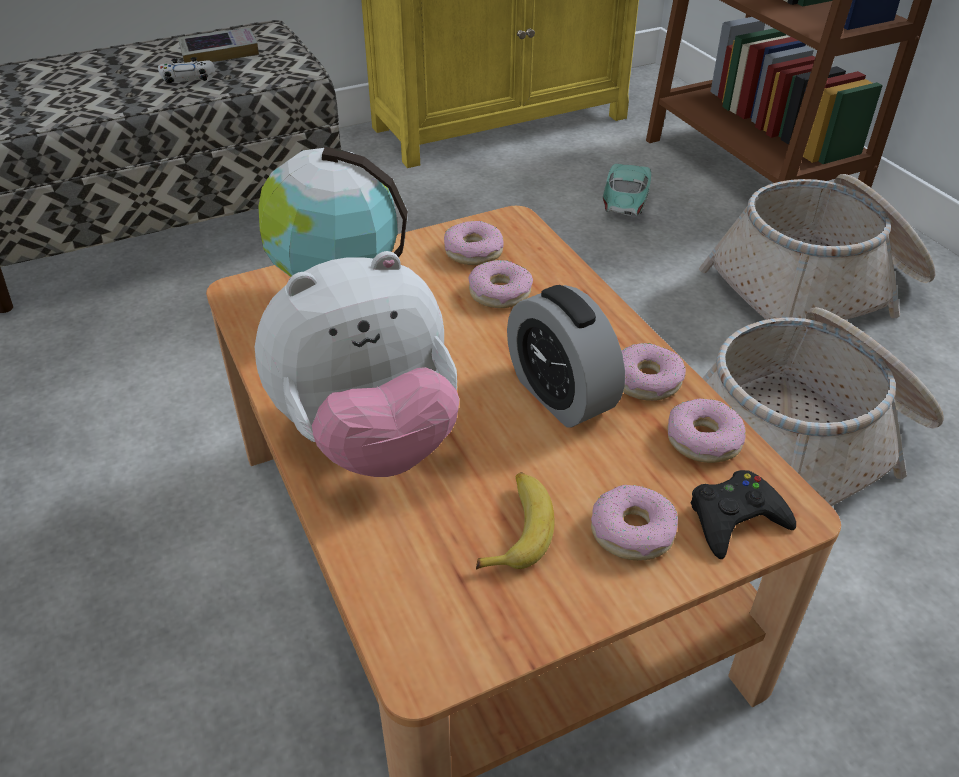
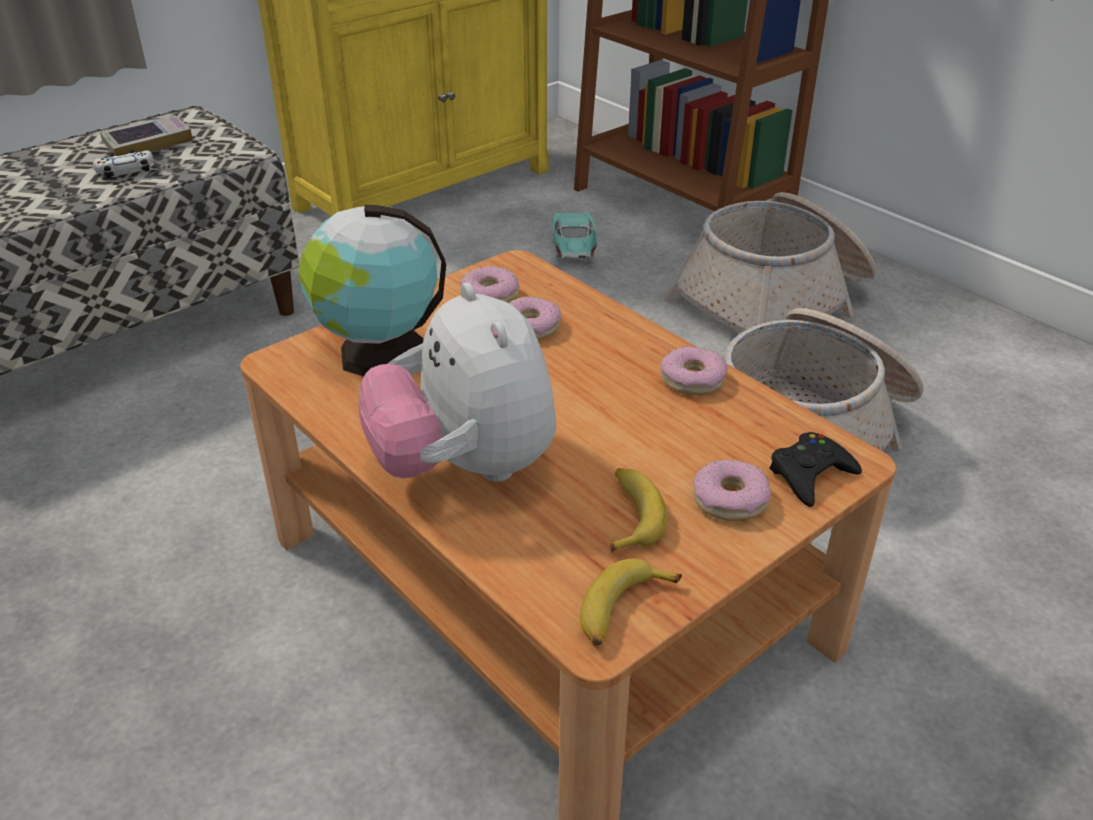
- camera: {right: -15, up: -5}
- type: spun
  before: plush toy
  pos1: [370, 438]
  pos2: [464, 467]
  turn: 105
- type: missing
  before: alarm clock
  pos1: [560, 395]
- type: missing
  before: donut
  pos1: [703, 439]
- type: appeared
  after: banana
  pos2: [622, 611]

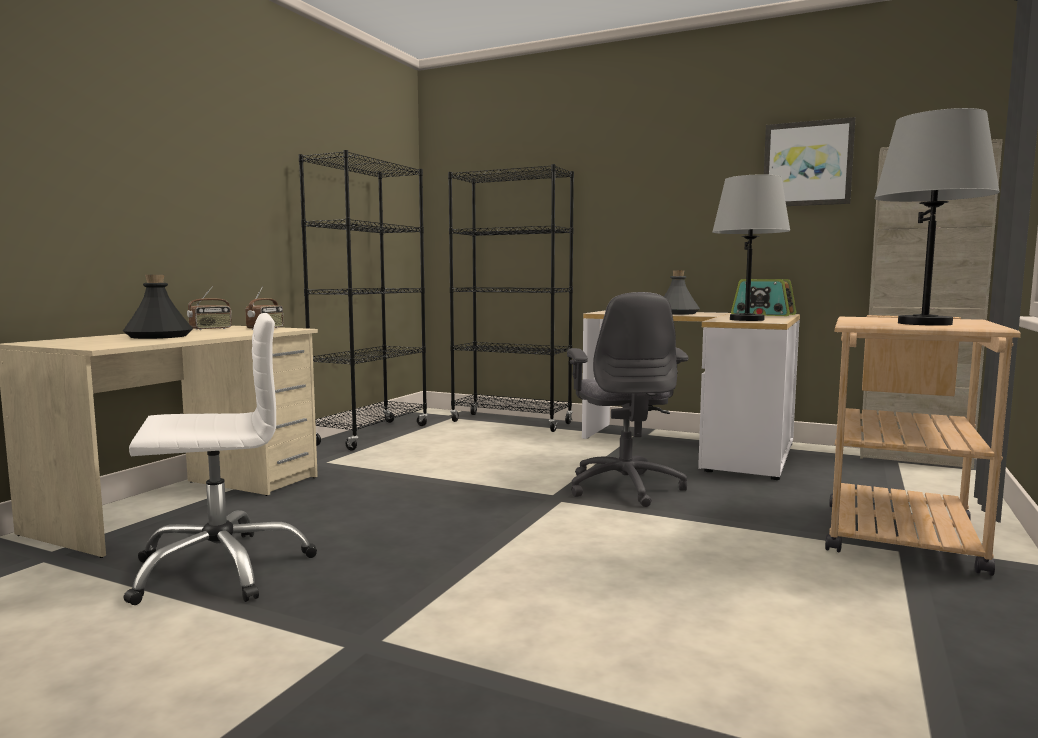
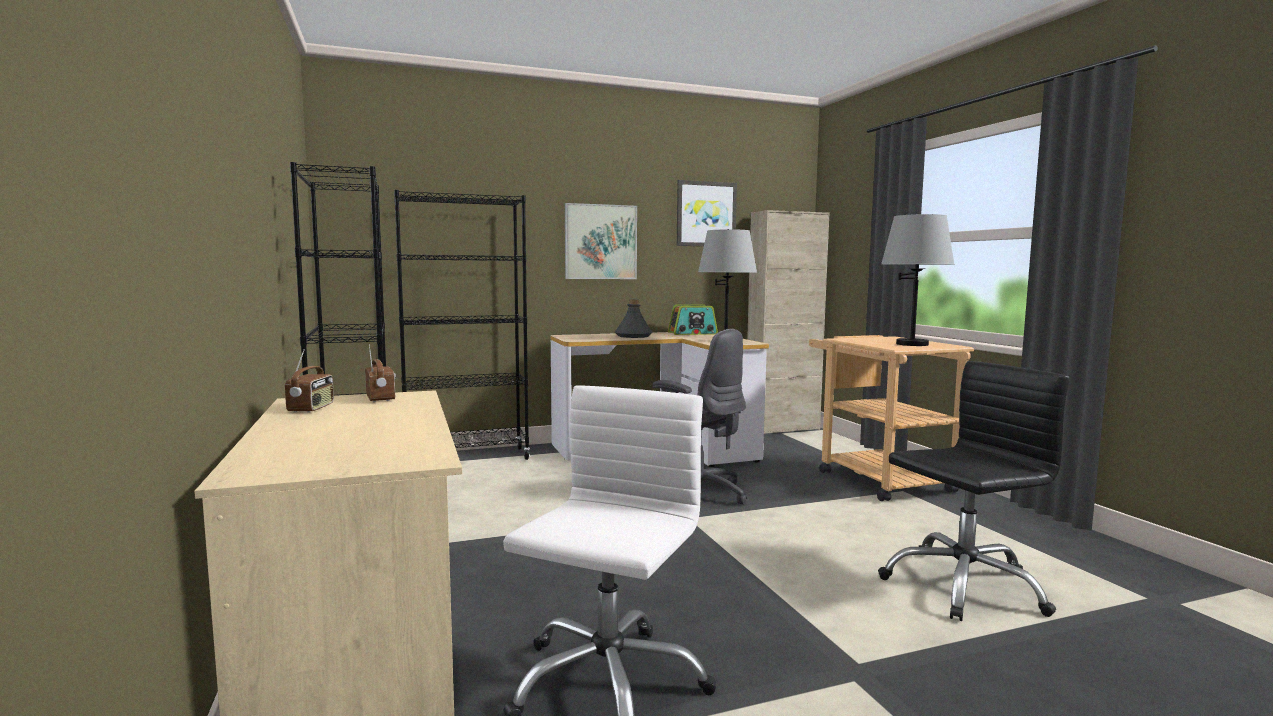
- camera: {right: -45, up: 0}
- type: missing
  before: bottle in black
  pos1: [158, 336]
- type: appeared
  after: picture
  pos2: [600, 242]
- type: appeared
  after: office chair in black
  pos2: [963, 585]

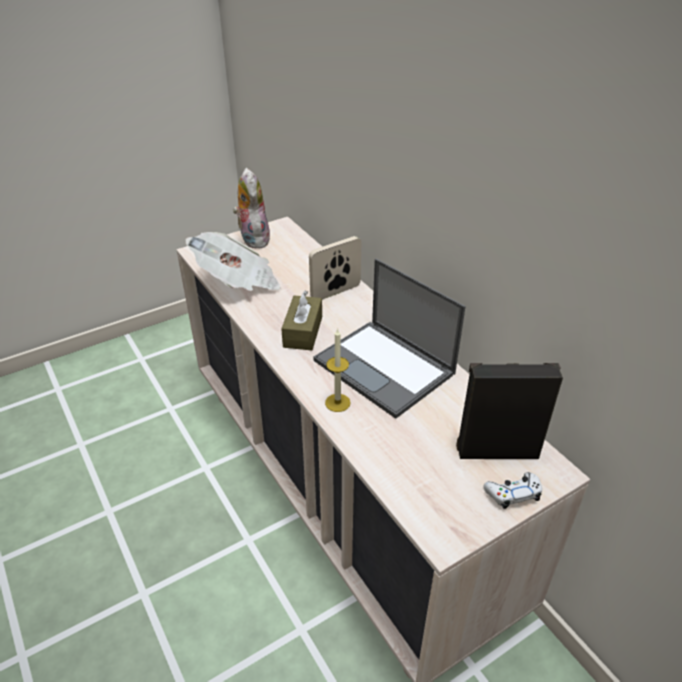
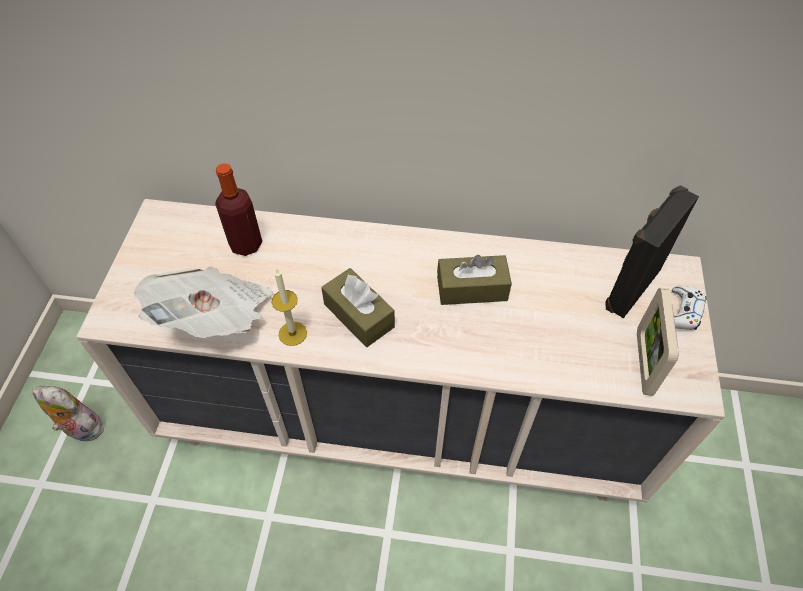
- camera: {right: -50, up: 15}
- type: relocated
  before: plush toy
  pos1: [252, 239]
  pos2: [81, 429]
- type: relocated
  before: picture frame
  pos1: [335, 292]
  pos2: [643, 362]
- type: exchanged
  before: laptop
  after: tissue box in brown
  pos1: [385, 367]
  pos2: [472, 288]
- type: relocated
  before: candle
  pos1: [337, 402]
  pos2: [292, 333]
- type: appeared
  after: bottle
  pos2: [246, 244]

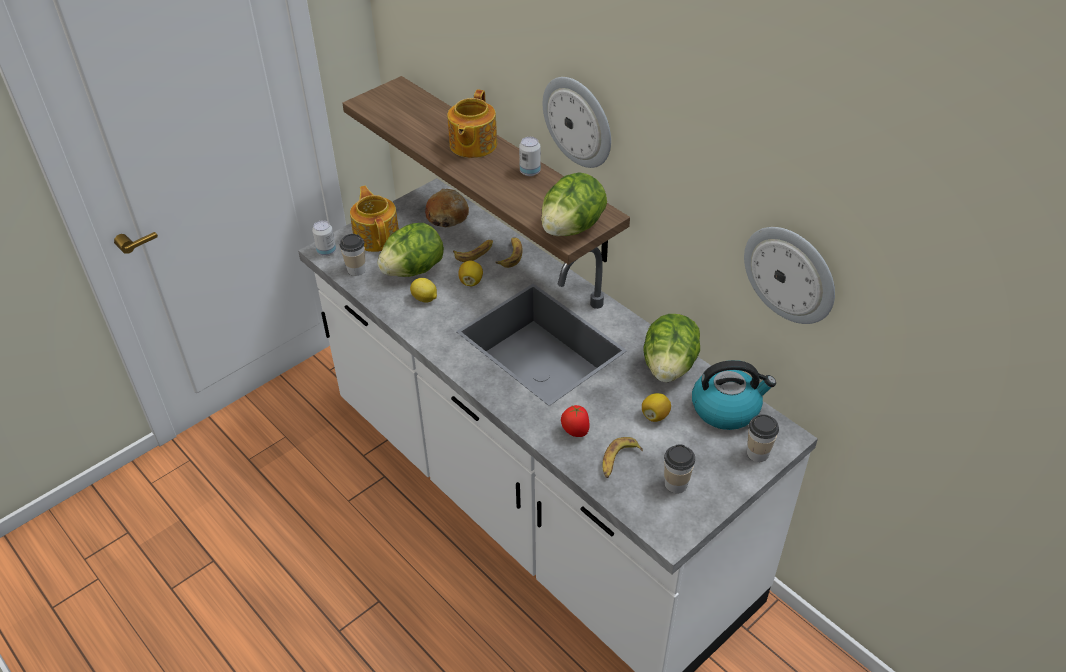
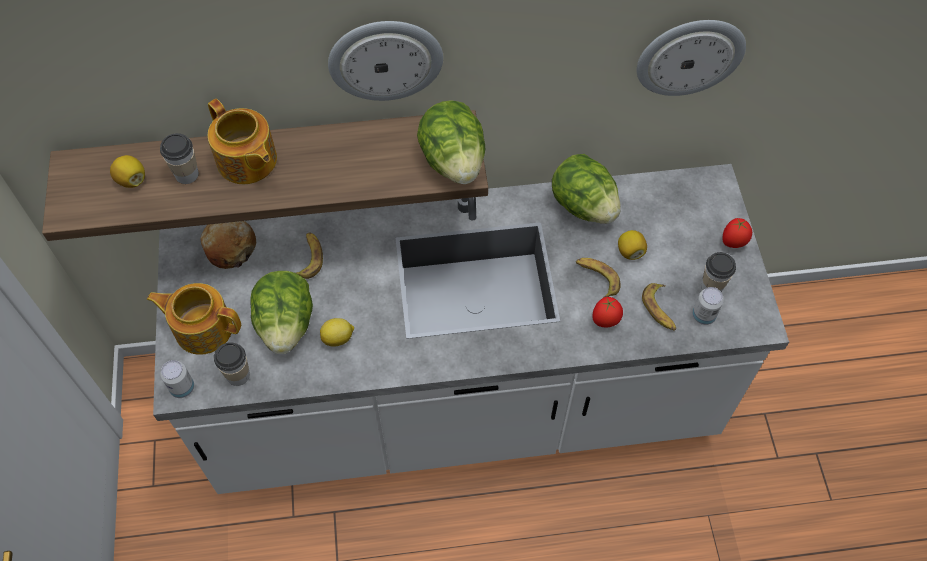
- camera: {right: -55, up: 15}
- type: relocated
  before: lemon
  pos1: [471, 282]
  pos2: [131, 180]
- type: relocated
  before: banana
  pos1: [511, 255]
  pos2: [597, 278]
- type: relocated
  before: can
  pos1: [530, 172]
  pos2: [703, 316]
- type: missing
  before: kettle
  pos1: [726, 408]
- type: relocated
  before: cup
  pos1: [757, 453]
  pos2: [187, 174]
- type: appeared
  after: tomato
  pos2: [733, 242]

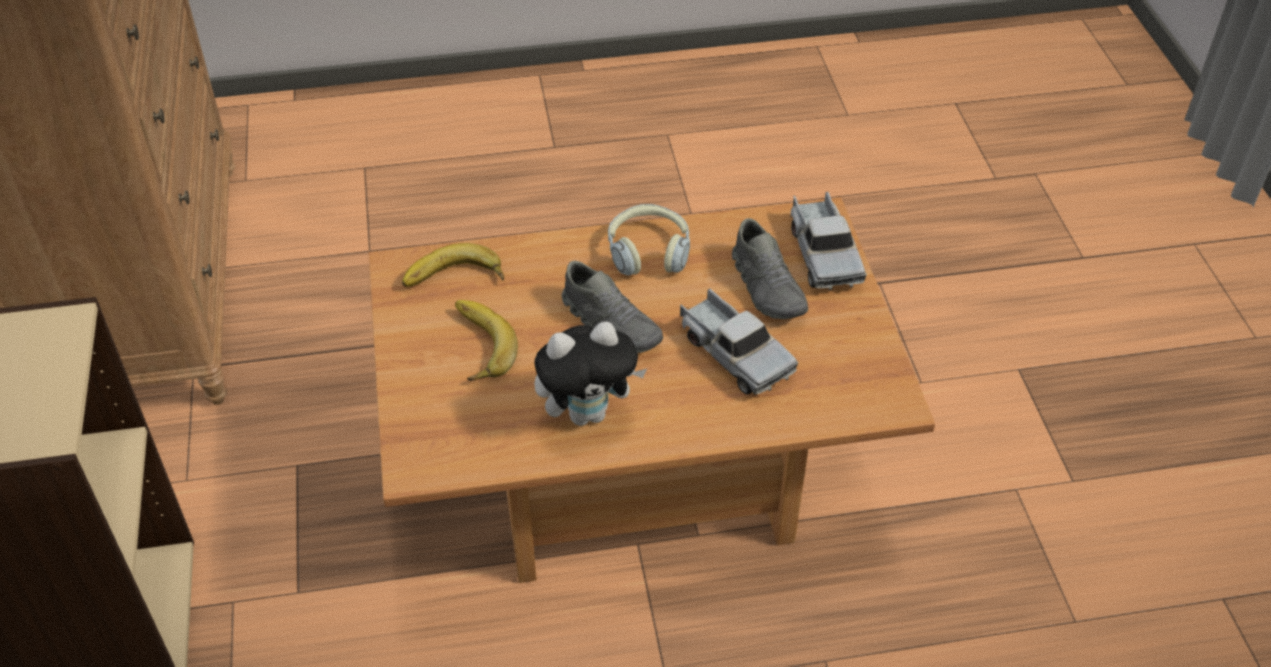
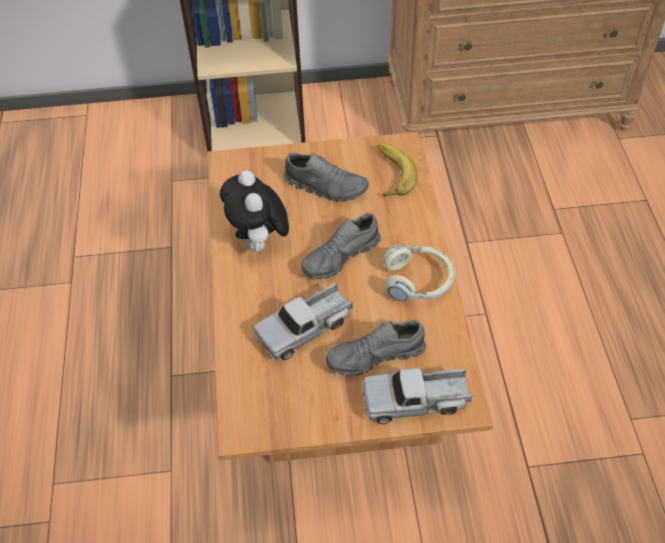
- camera: {right: 95, up: 5}
- type: exchanged
  before: banana
  after: shoe in grey
  pos1: [476, 345]
  pos2: [326, 186]

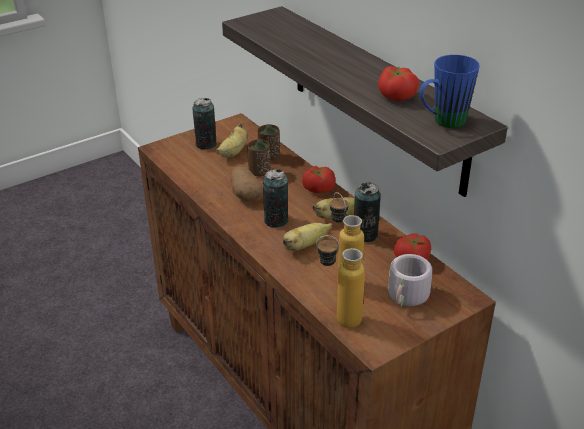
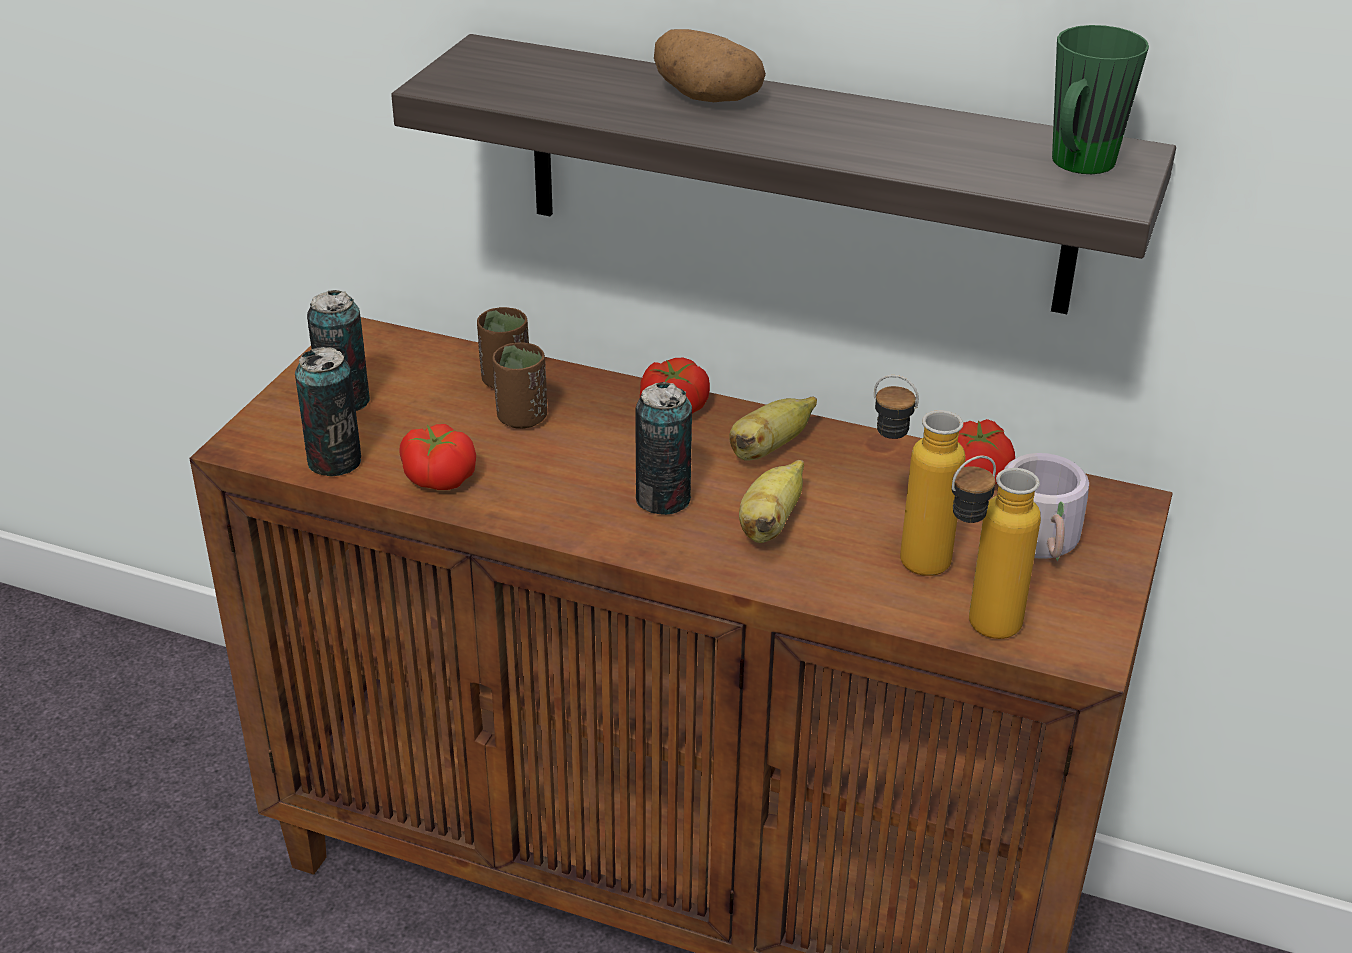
- camera: {right: -35, up: 0}
- type: missing
  before: banana
  pos1: [233, 152]
- type: relocated
  before: potato
  pos1: [246, 195]
  pos2: [705, 97]
- type: relocated
  before: can
  pos1: [365, 235]
  pos2: [334, 461]
- type: relocated
  before: tomato
  pos1: [397, 96]
  pos2: [440, 477]
- type: colour
  before: mug in blue
  after: mug in green
  pos1: [442, 122]
  pos2: [1076, 167]

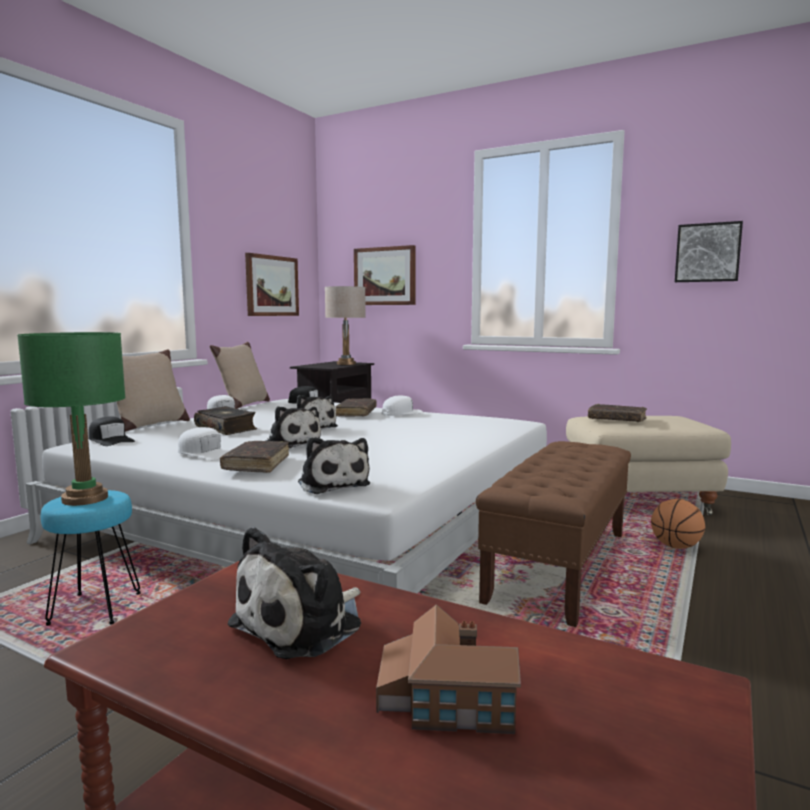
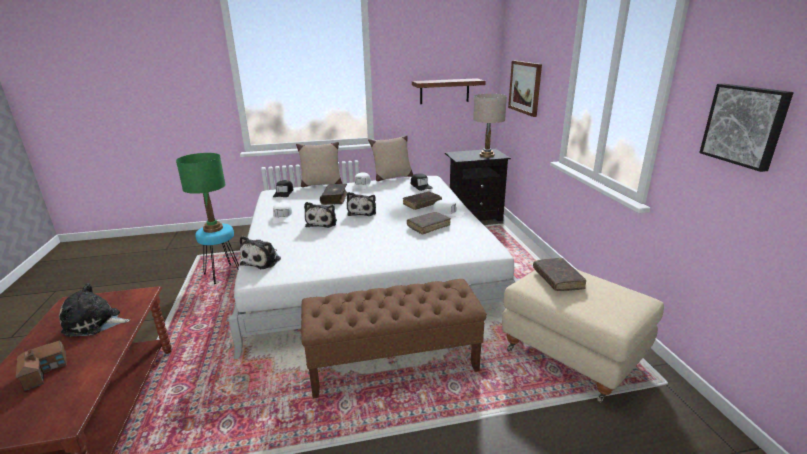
- camera: {right: 50, up: 15}
- type: relocated
  before: book in brown
  pos1: [256, 464]
  pos2: [428, 226]
- type: exchanged
  before: picture
  after: shelf
  pos1: [272, 286]
  pos2: [444, 91]
- type: missing
  before: basketball
  pos1: [675, 547]

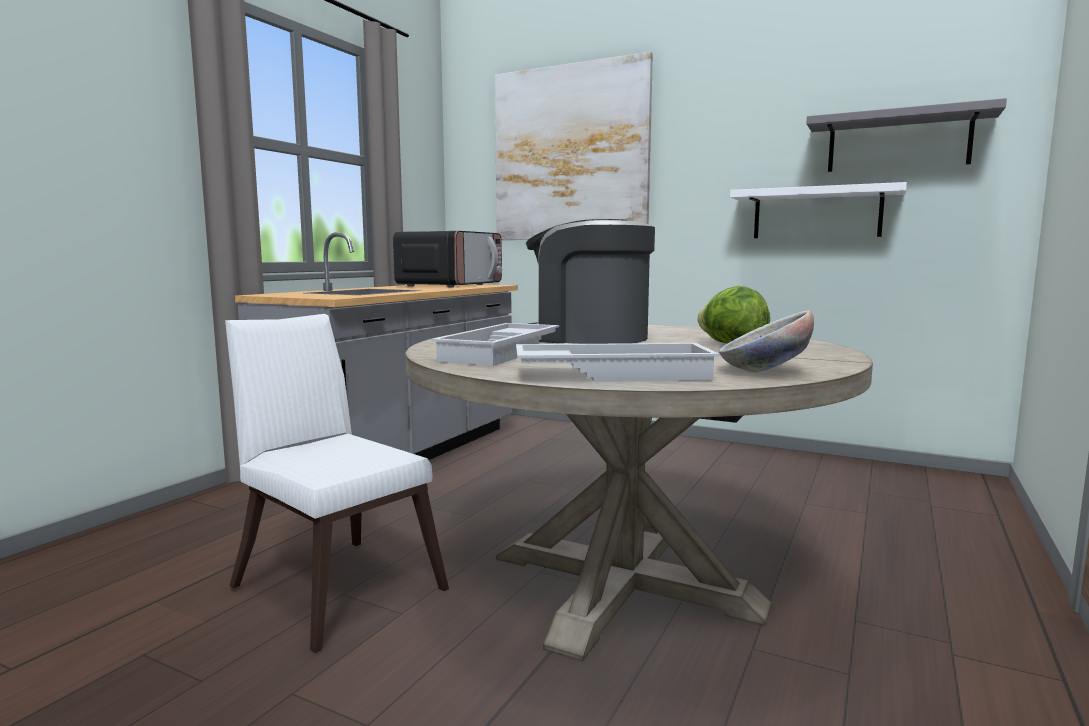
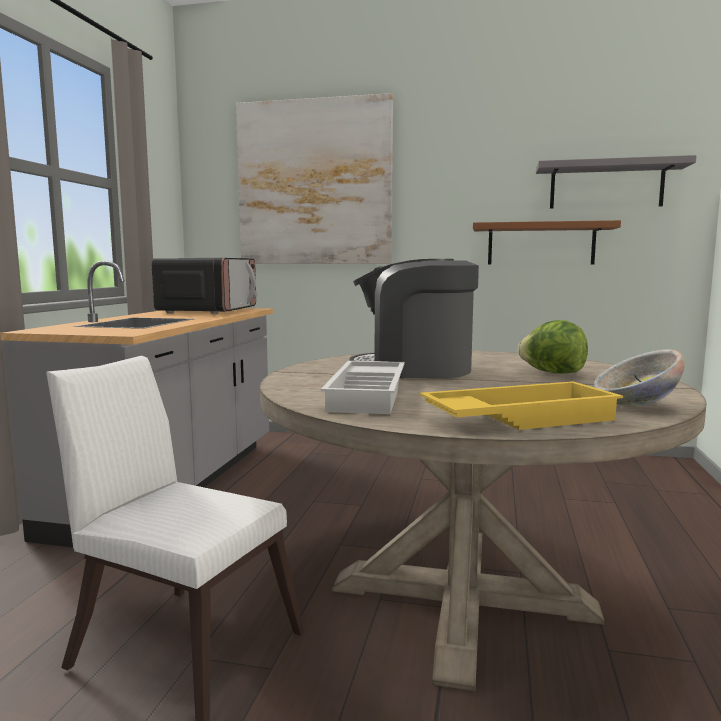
- camera: {right: -15, up: 0}
- type: colour
  before: tray in white
  after: tray in yellow
  pos1: [613, 374]
  pos2: [519, 418]
- type: colour
  before: shelf in white
  after: shelf in brown
  pos1: [816, 214]
  pos2: [541, 244]

